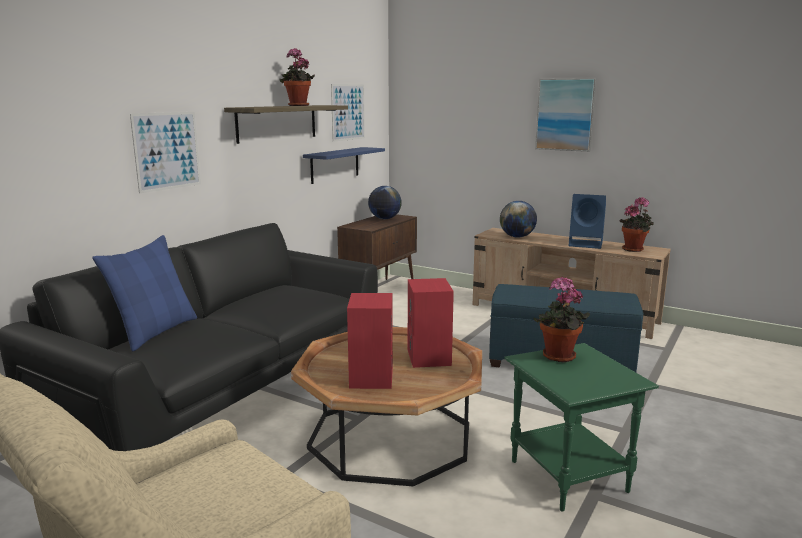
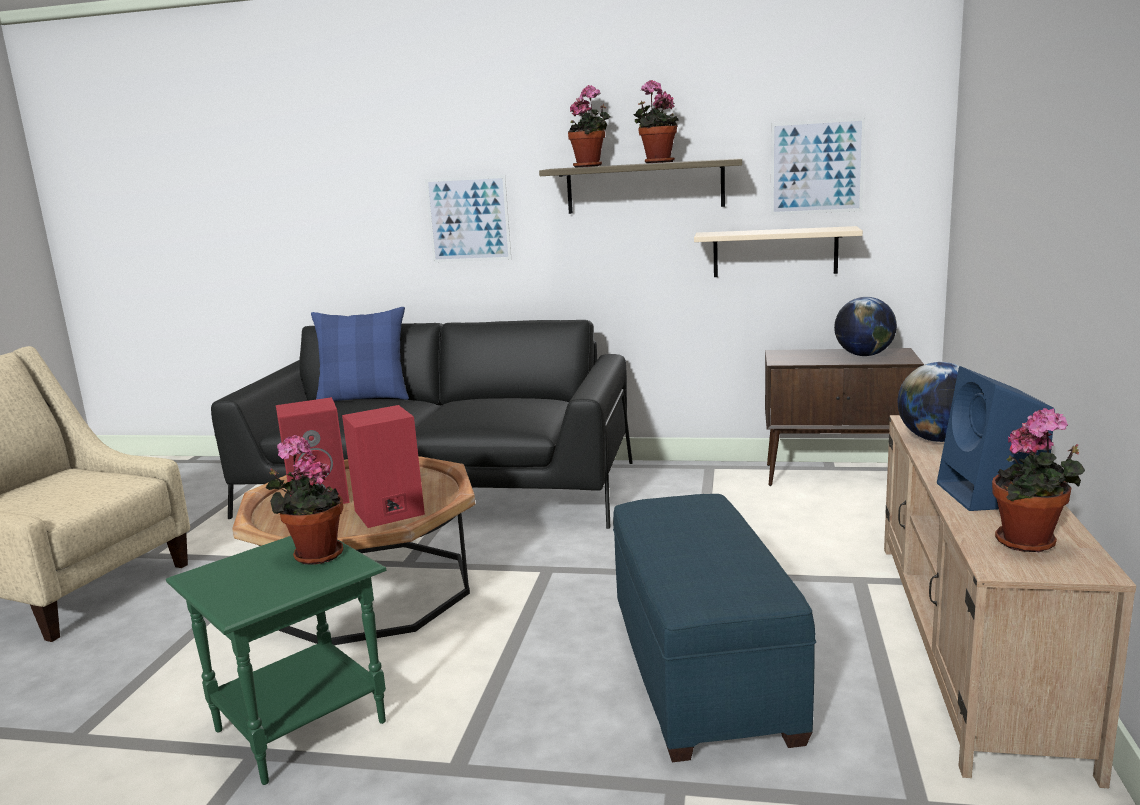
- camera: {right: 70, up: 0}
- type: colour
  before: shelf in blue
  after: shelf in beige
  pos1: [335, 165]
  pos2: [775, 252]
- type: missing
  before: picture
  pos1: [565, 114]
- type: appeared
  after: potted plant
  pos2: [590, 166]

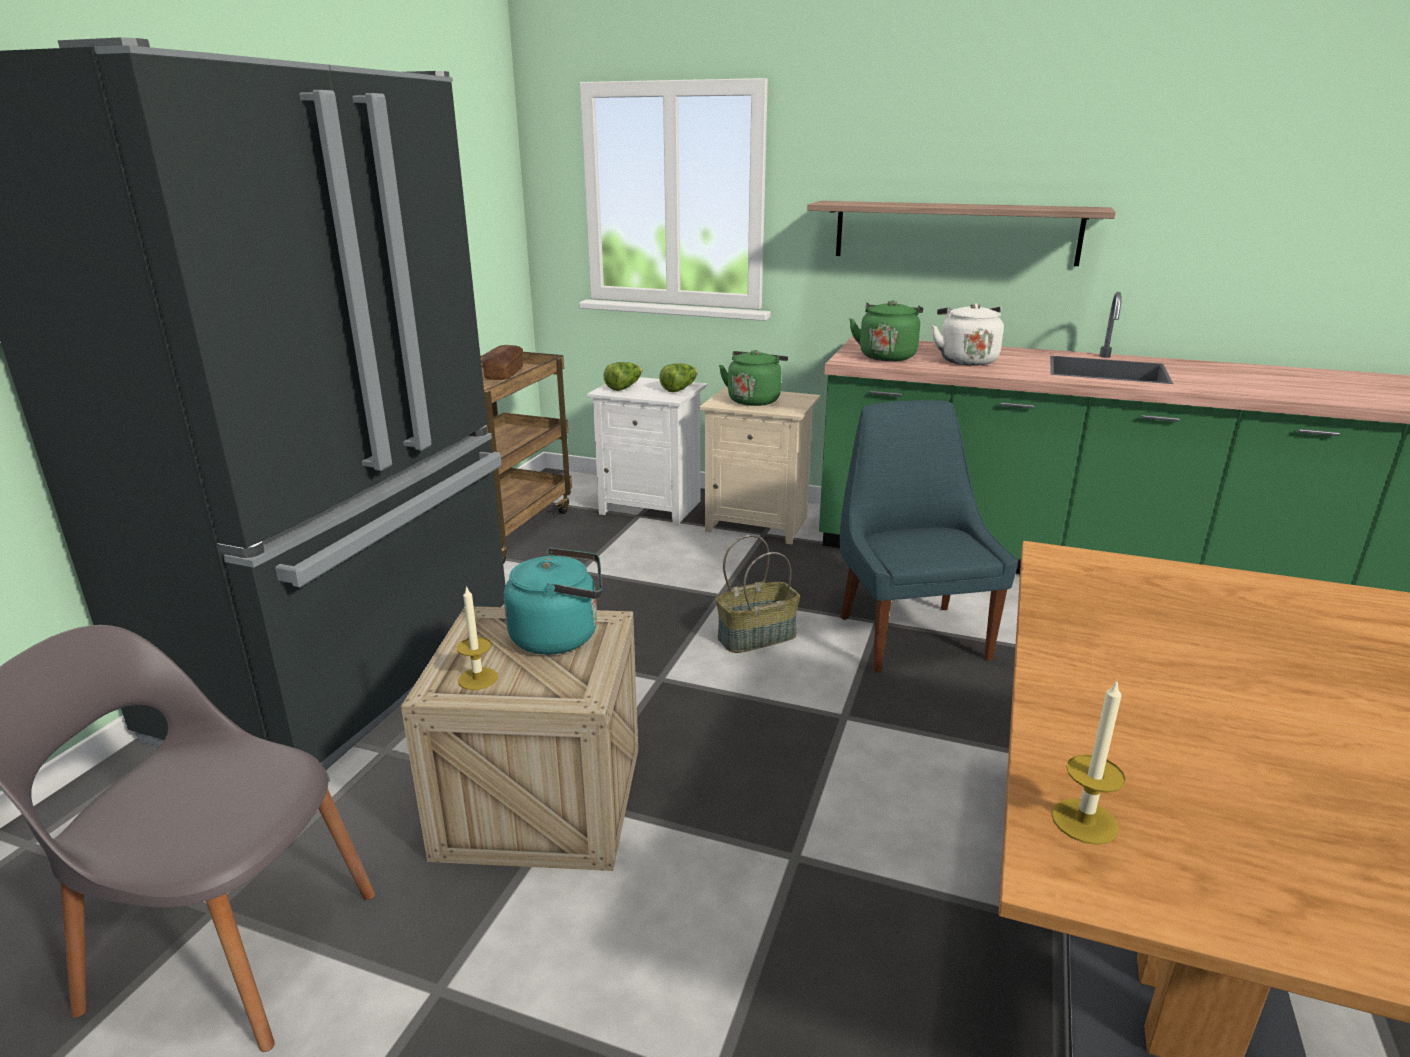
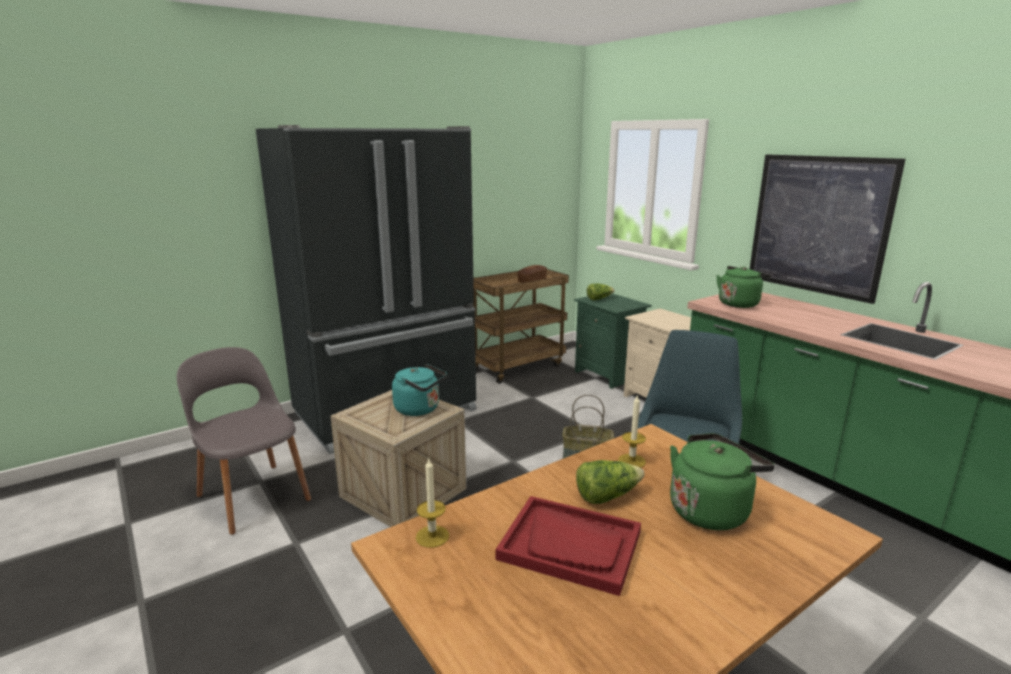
- camera: {right: 35, up: -5}
- type: relocated
  before: candle
  pos1: [478, 678]
  pos2: [632, 461]
- type: colour
  before: nightstand in white
  after: nightstand in green
  pos1: [652, 507]
  pos2: [608, 375]
- type: relocated
  before: lettuce
  pos1: [679, 389]
  pos2: [607, 496]
- type: relocated
  before: kettle in green
  pos1: [754, 400]
  pos2: [711, 510]
- type: exchanged
  before: shelf
  after: picture
  pos1: [955, 232]
  pos2: [818, 225]
- type: missing
  before: kettle in white
  pos1: [965, 360]
- type: appeared
  after: tray in red
  pos2: [570, 545]

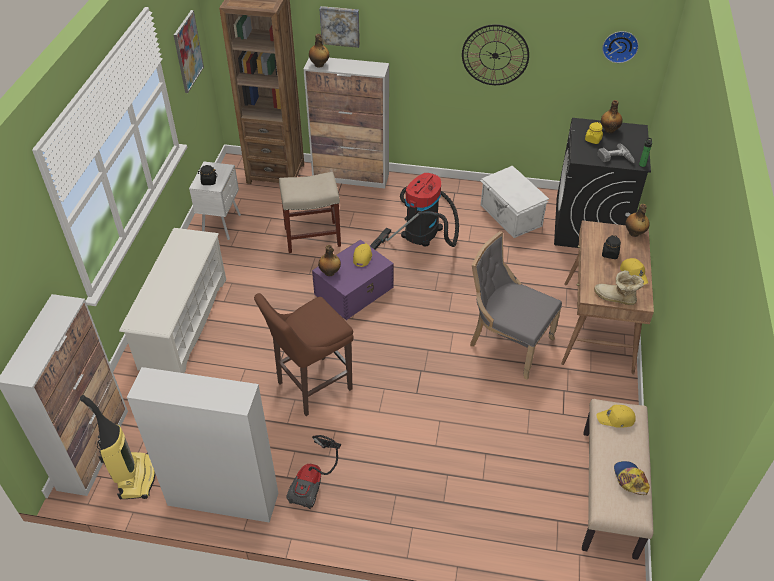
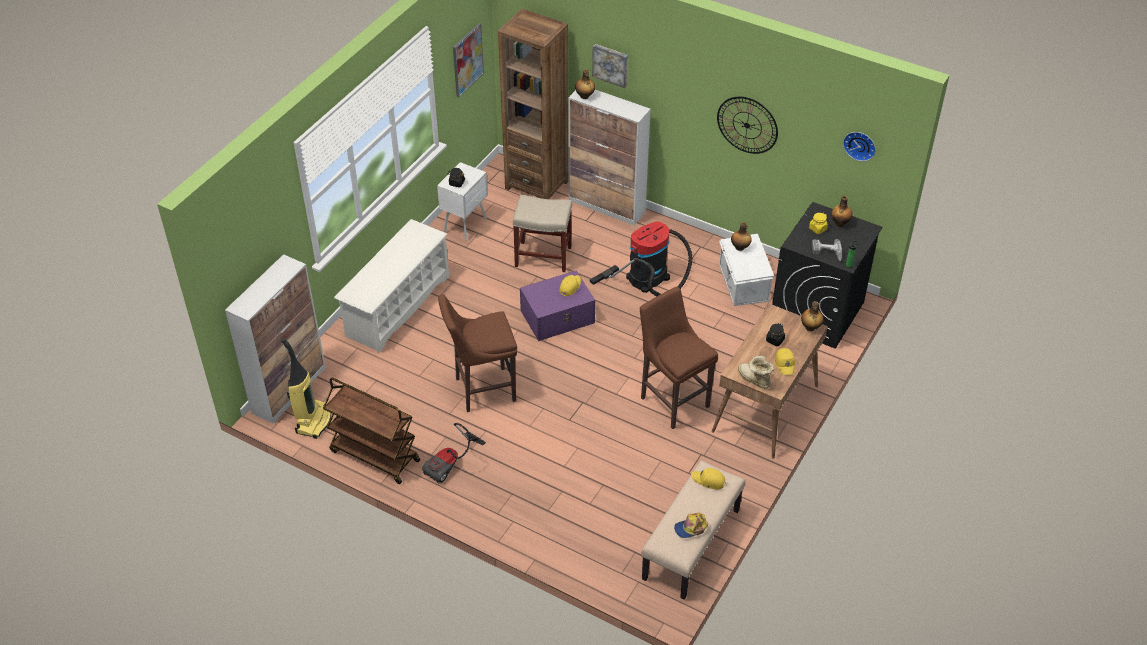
- camera: {right: 20, up: 0}
- type: exchanged
  before: cabinet
  after: cart in brown
  pos1: [222, 498]
  pos2: [374, 456]
- type: relocated
  before: bottle
  pos1: [330, 272]
  pos2: [740, 247]
- type: exchanged
  before: chair in grey
  after: stool in brown
  pos1: [507, 343]
  pos2: [673, 400]
- type: spun
  before: cap
  pos1: [630, 479]
  pos2: [691, 528]
  turn: -120

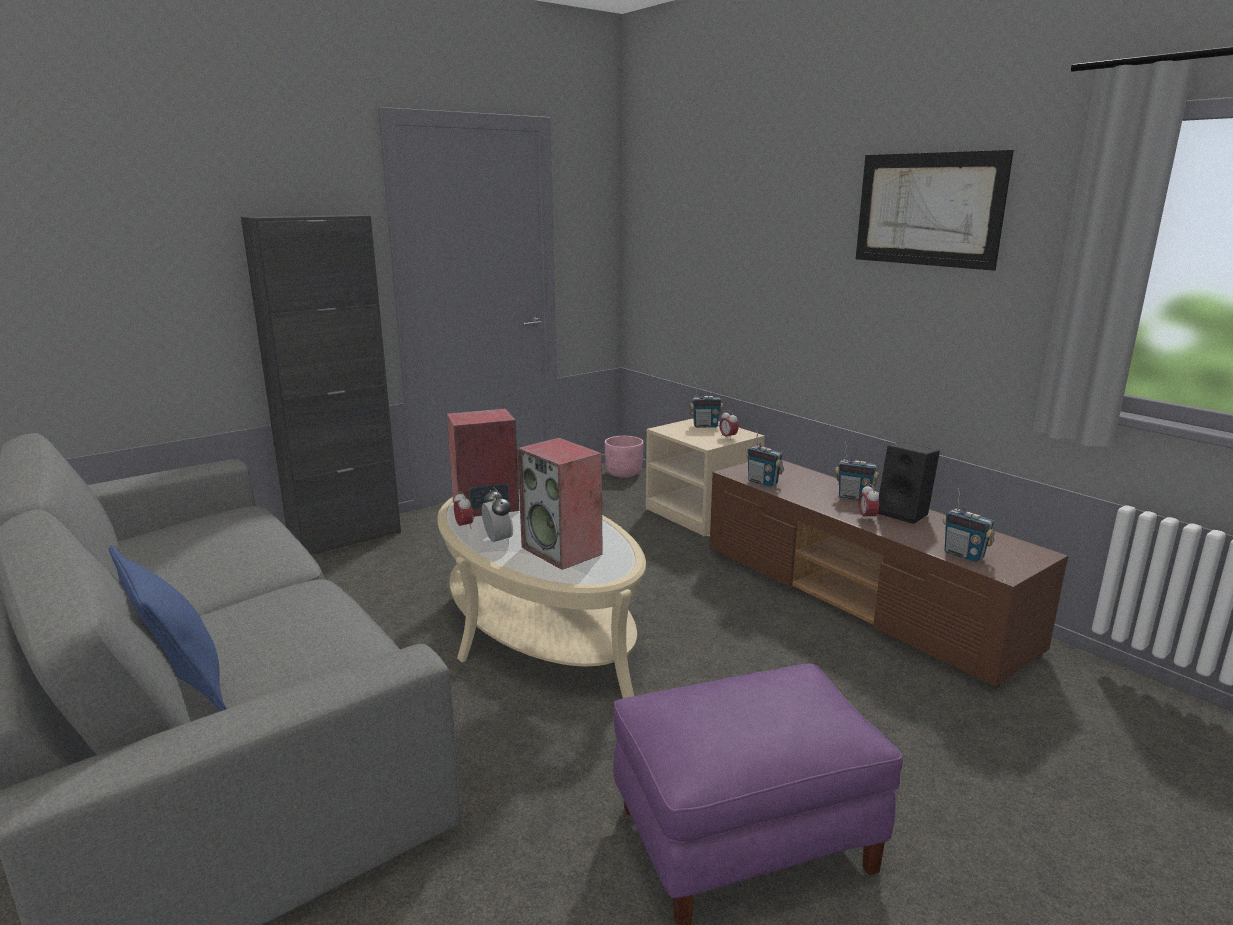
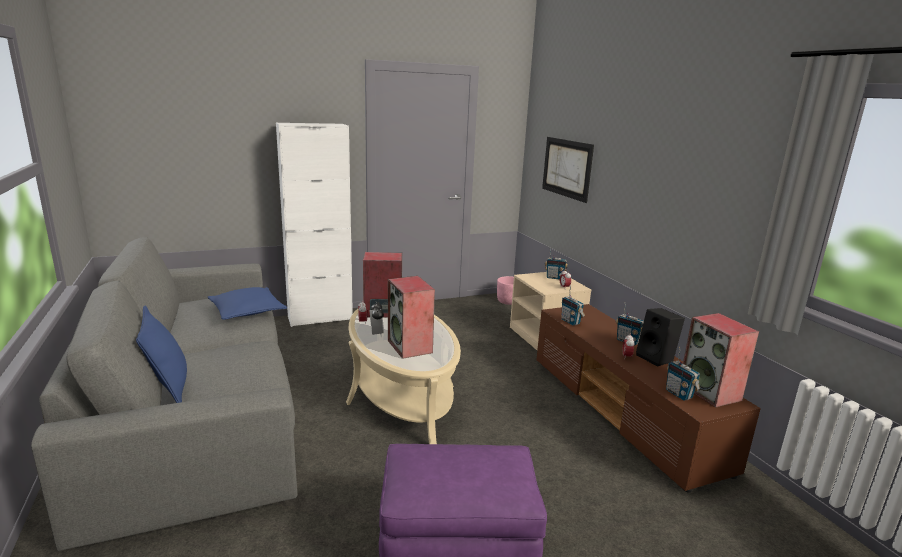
- camera: {right: 15, up: 0}
- type: colour
  before: cabinet in black
  after: cabinet in white
  pos1: [345, 537]
  pos2: [320, 318]
- type: relocated
  before: picture
  pos1: [928, 209]
  pos2: [566, 168]
- type: appeared
  after: pillow in blue
  pos2: [247, 311]
- type: appeared
  after: speaker
  pos2: [710, 392]

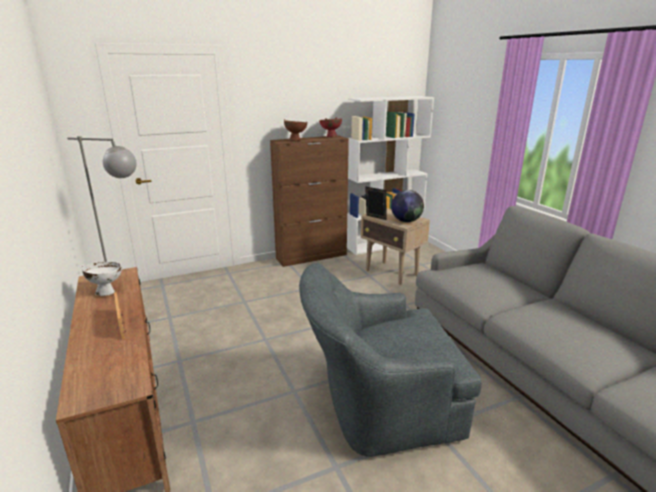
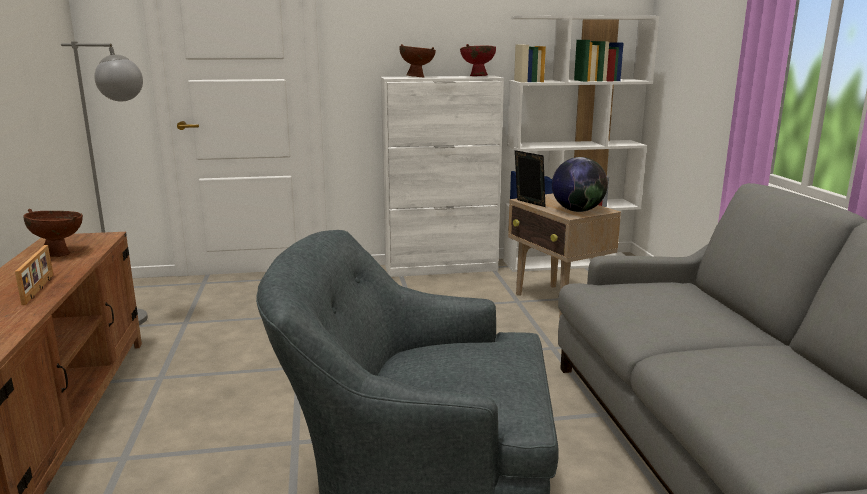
- camera: {right: 15, up: -5}
- type: colour
  before: bowl in white
  after: bowl in brown
  pos1: [106, 292]
  pos2: [59, 254]
- type: colour
  before: cabinet in brown
  after: cabinet in white
  pos1: [312, 256]
  pos2: [441, 268]

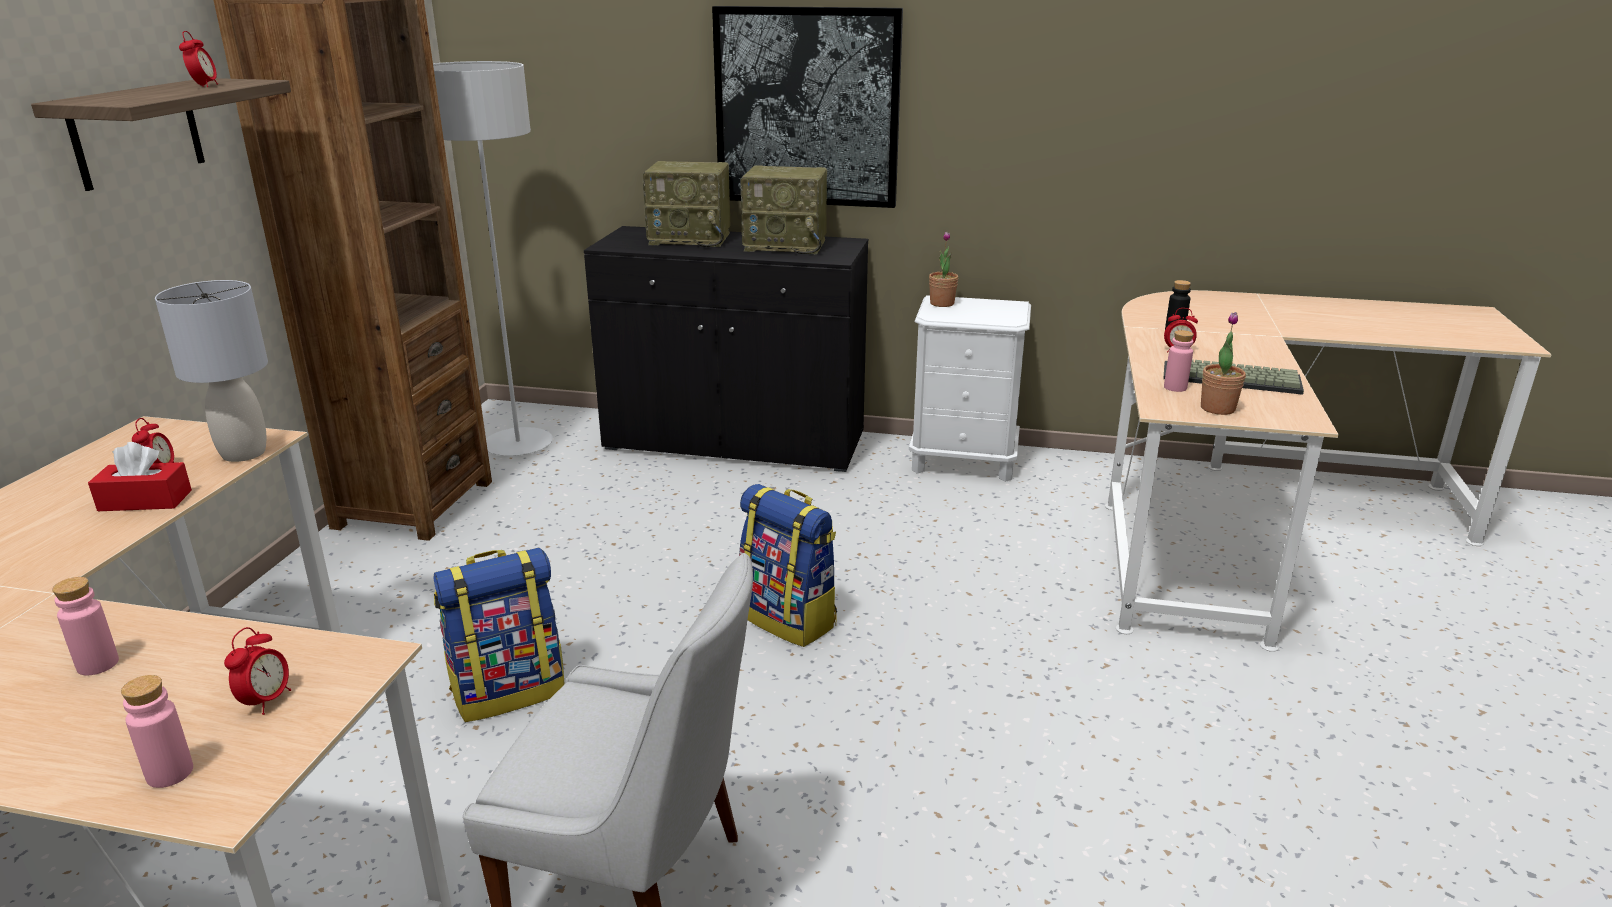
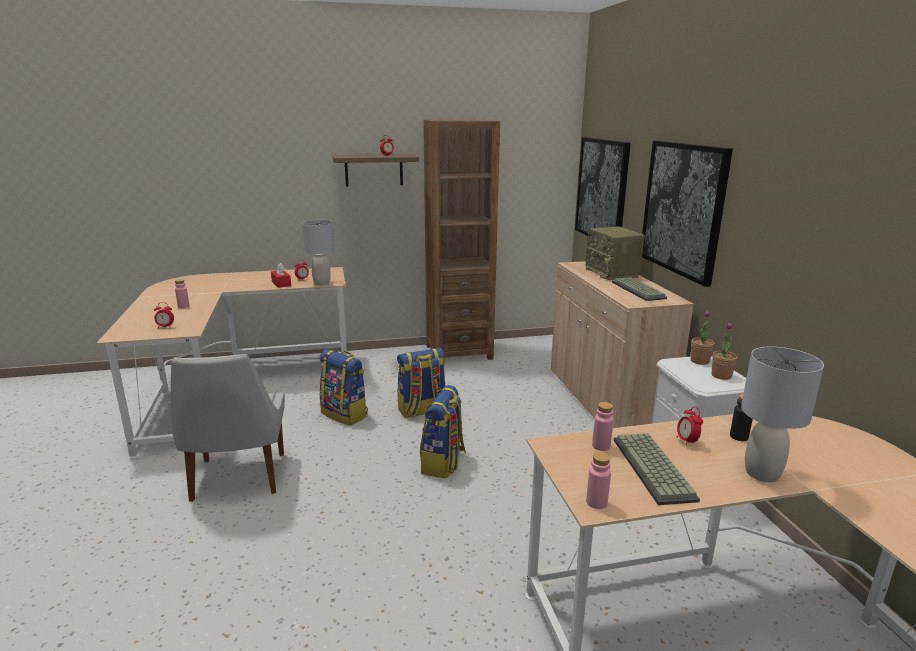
- camera: {right: 65, up: -5}
- type: relocated
  before: bottle in pink
  pos1: [170, 773]
  pos2: [596, 502]
- type: missing
  before: floor lamp in grey
  pos1: [518, 445]
- type: colour
  before: cabinet in black
  after: cabinet in beige
  pos1: [734, 442]
  pos2: [605, 400]
- type: exchanged
  before: radio
  after: keyboard
  pos1: [787, 245]
  pos2: [639, 290]
- type: relocated
  before: potted plant
  pos1: [1217, 408]
  pos2: [721, 376]
- type: appeared
  after: backpack
  pos2: [422, 411]
- type: appeared
  after: picture
  pos2: [602, 190]
- type: appeared
  after: table lamp in grey
  pos2: [761, 474]

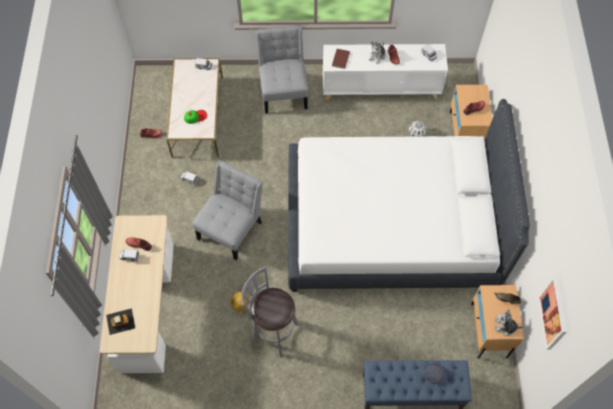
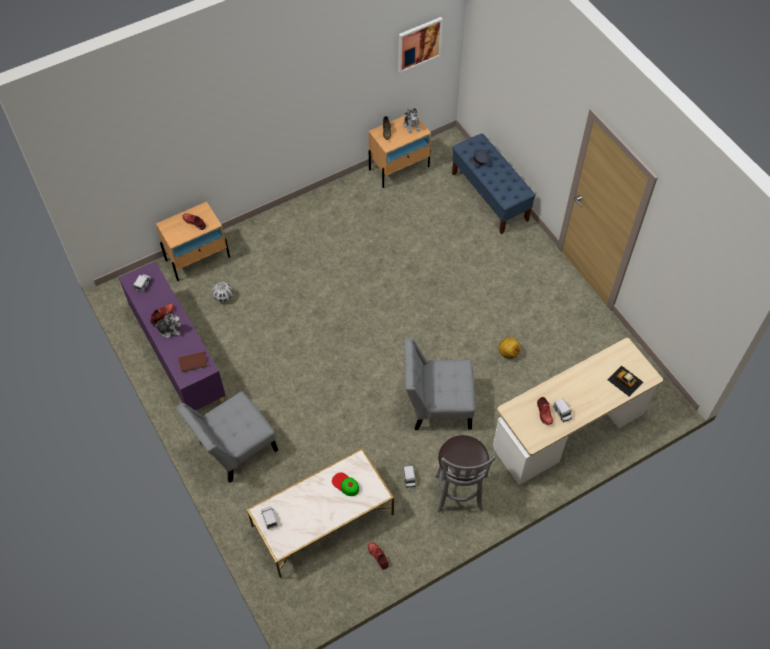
- camera: {right: -120, up: -5}
- type: relocated
  before: stool in grey
  pos1: [272, 331]
  pos2: [458, 496]
- type: missing
  before: bed in white
  pos1: [391, 225]
- type: colour
  before: cabinet in white
  after: cabinet in purple
  pos1: [381, 87]
  pos2: [177, 355]

